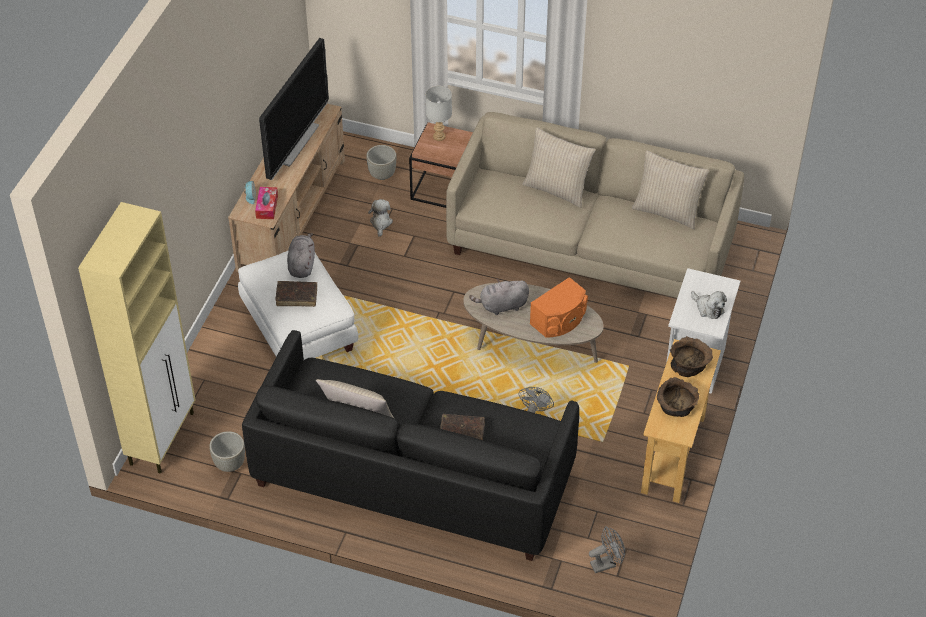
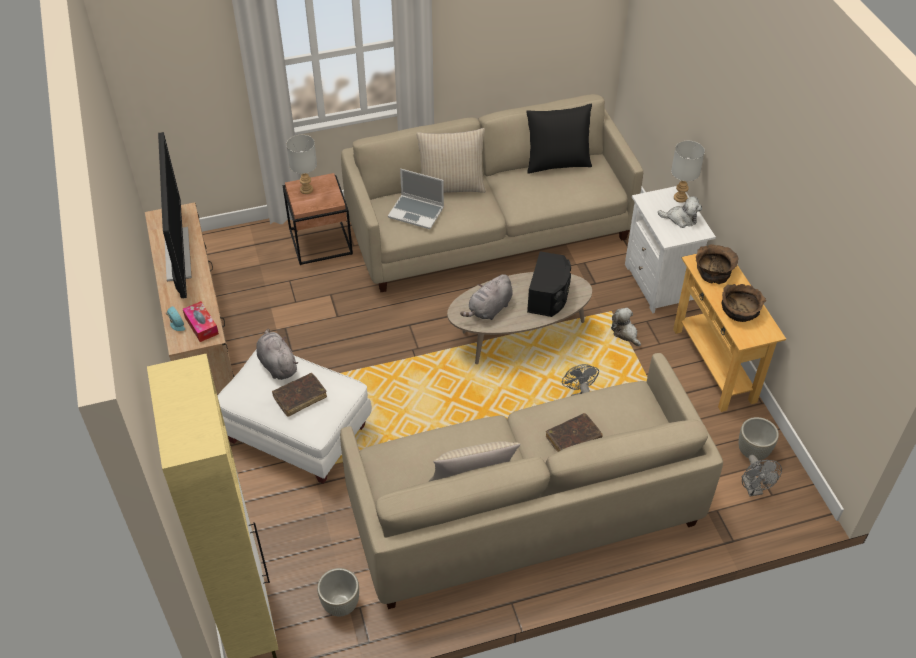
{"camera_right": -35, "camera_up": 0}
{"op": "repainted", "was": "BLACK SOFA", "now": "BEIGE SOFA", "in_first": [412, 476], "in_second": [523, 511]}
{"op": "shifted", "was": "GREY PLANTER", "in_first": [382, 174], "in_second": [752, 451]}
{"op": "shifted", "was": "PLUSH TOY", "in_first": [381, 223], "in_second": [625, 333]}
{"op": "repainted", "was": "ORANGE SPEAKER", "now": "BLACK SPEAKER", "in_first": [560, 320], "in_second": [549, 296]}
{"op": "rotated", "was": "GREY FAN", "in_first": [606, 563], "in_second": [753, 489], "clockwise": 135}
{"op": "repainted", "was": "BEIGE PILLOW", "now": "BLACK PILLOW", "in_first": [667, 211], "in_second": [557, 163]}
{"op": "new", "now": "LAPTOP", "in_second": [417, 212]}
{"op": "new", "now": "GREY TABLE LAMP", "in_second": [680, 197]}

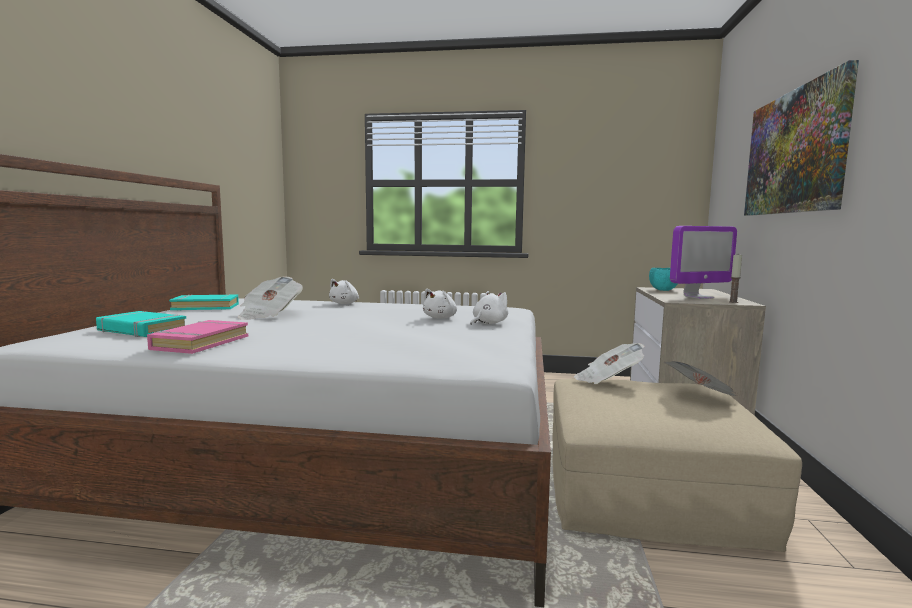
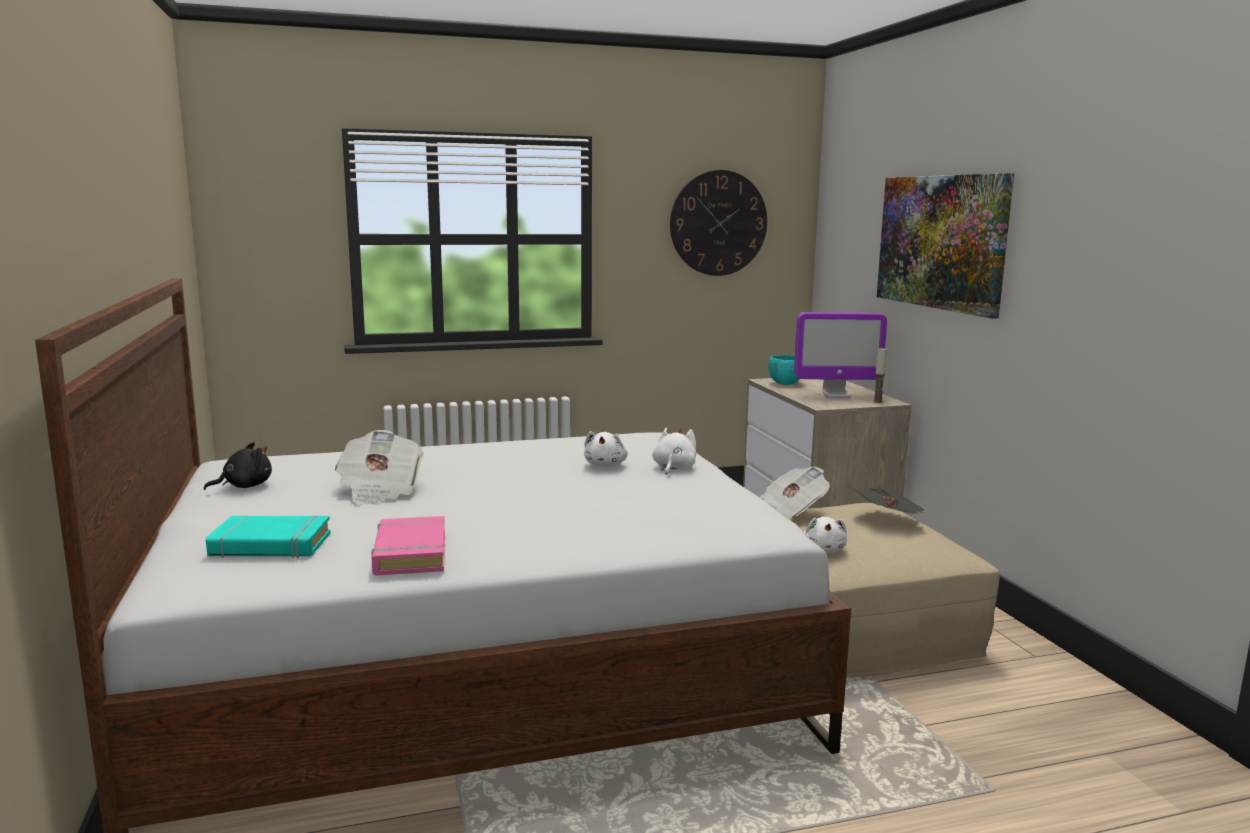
{"camera_right": -25, "camera_up": 5}
{"op": "swapped", "was": "TURQUOISE BOOK", "now": "BLACK PLUSH TOY", "in_first": [206, 307], "in_second": [244, 486]}
{"op": "shifted", "was": "WHITE PLUSH TOY", "in_first": [345, 303], "in_second": [823, 550]}
{"op": "rotated", "was": "MONITOR", "in_first": [698, 297], "in_second": [836, 395], "clockwise": 45}
{"op": "new", "now": "WALL CLOCK", "in_second": [718, 223]}

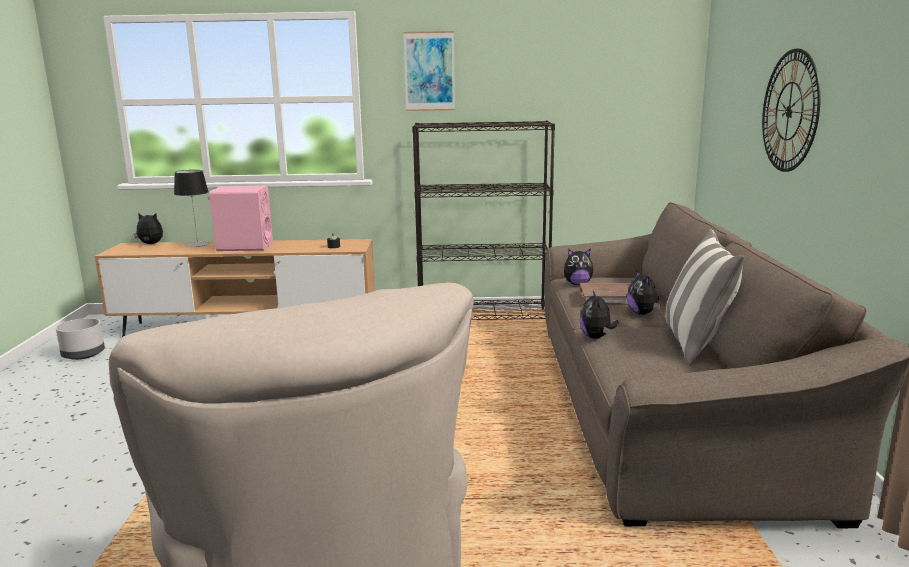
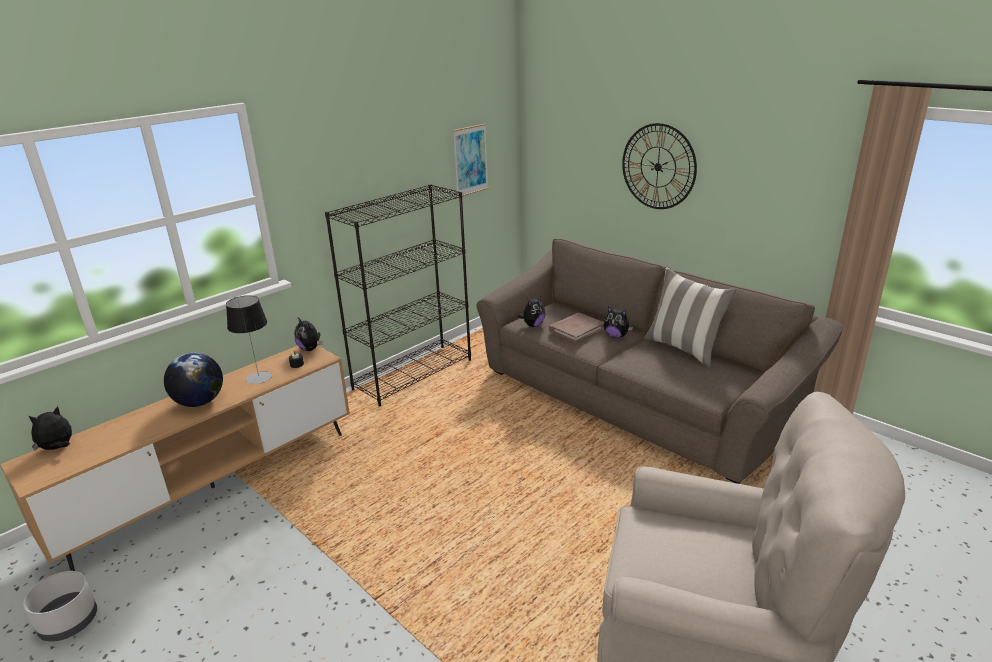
{"camera_right": -45, "camera_up": 10}
{"op": "shifted", "was": "TABLE LAMP", "in_first": [197, 244], "in_second": [259, 378]}
{"op": "swapped", "was": "PINK SPEAKER", "now": "GLOBE", "in_first": [244, 247], "in_second": [199, 402]}
{"op": "shifted", "was": "PICTURE", "in_first": [429, 71], "in_second": [470, 160]}
{"op": "shifted", "was": "PLUSH TOY", "in_first": [596, 337], "in_second": [310, 349]}

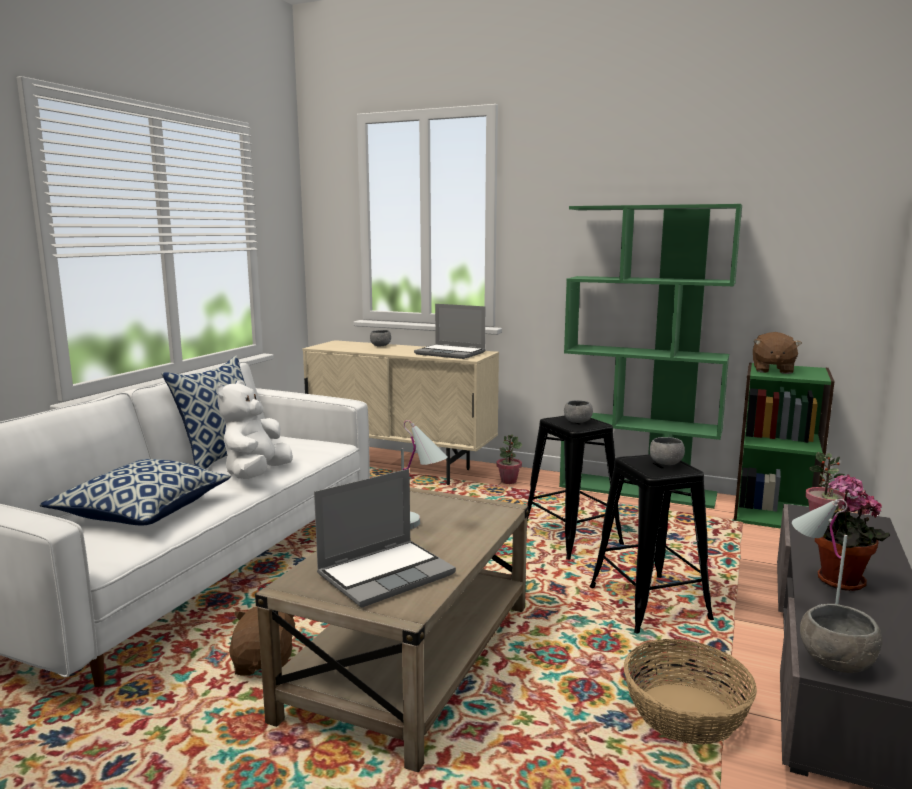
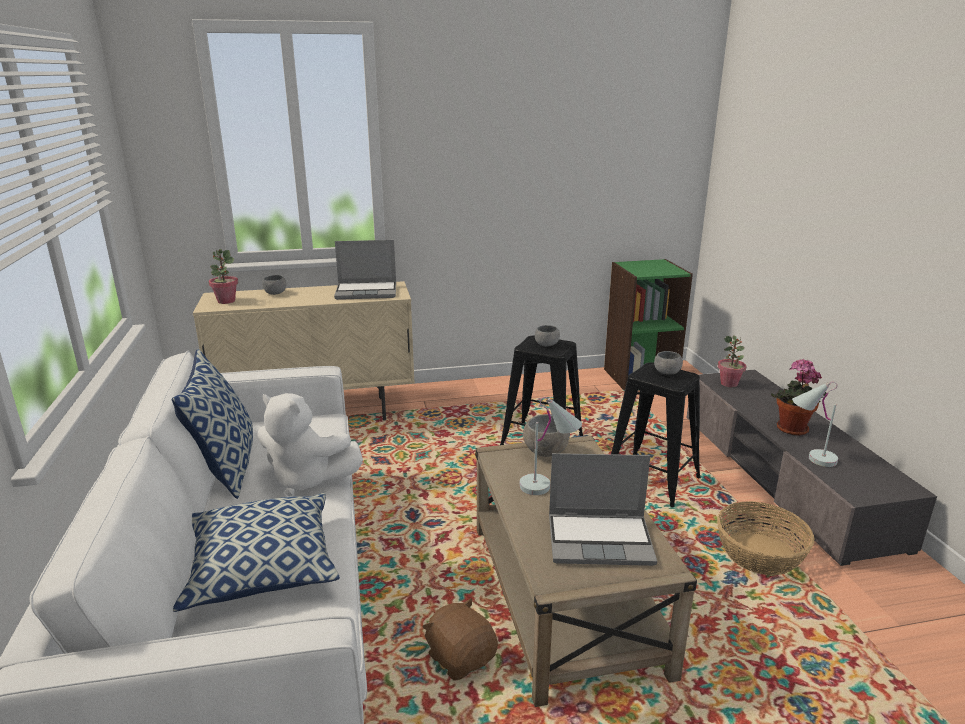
{"camera_right": -35, "camera_up": 10}
{"op": "rotated", "was": "WHITE PLUSH TOY", "in_first": [256, 475], "in_second": [306, 479], "clockwise": -45}
{"op": "rotated", "was": "LAPTOP", "in_first": [386, 574], "in_second": [601, 540], "clockwise": 75}
{"op": "shifted", "was": "POTTED PLANT", "in_first": [508, 481], "in_second": [226, 301]}
{"op": "gone", "was": "GREEN BOOKCASE", "in_first": [638, 490]}
{"op": "gone", "was": "BROWN PLUSH TOY", "in_first": [772, 370]}
{"op": "shifted", "was": "GREY BOWL", "in_first": [838, 665], "in_second": [546, 452]}

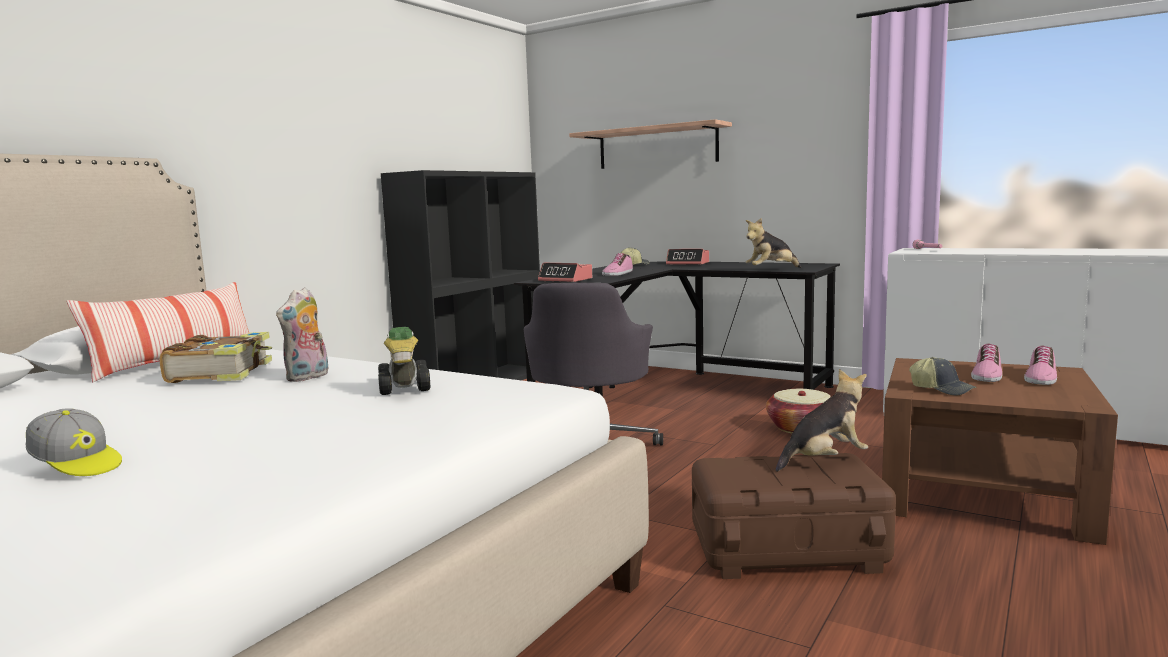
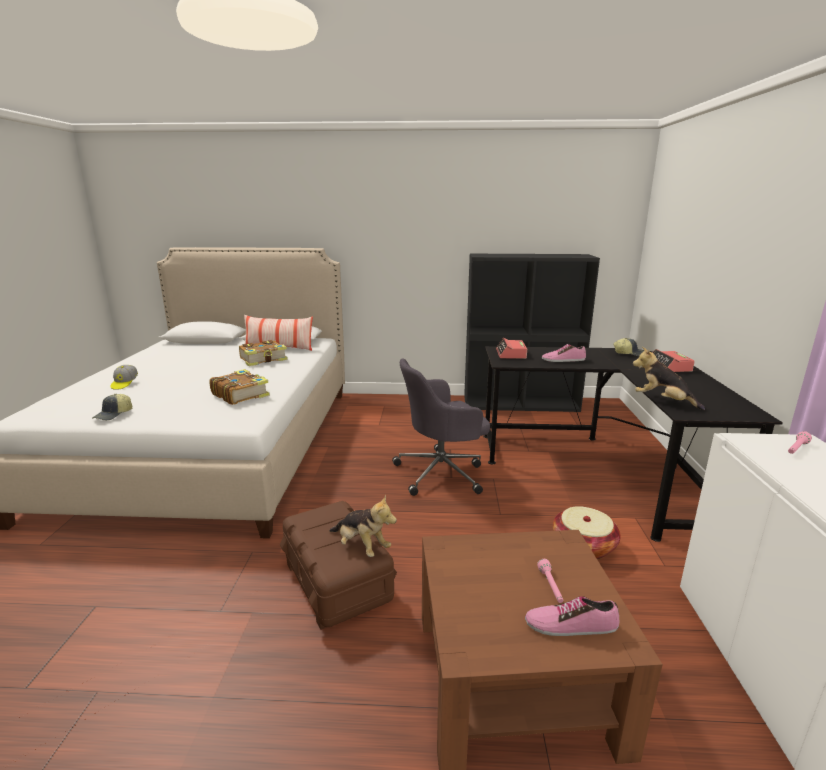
{"camera_right": 60, "camera_up": 10}
{"op": "gone", "was": "PLUSH TOY", "in_first": [308, 377]}
{"op": "swapped", "was": "TOY CAR", "now": "BOOK", "in_first": [403, 389], "in_second": [240, 394]}
{"op": "gone", "was": "SHELF", "in_first": [657, 147]}
{"op": "shifted", "was": "CAP", "in_first": [942, 389], "in_second": [114, 415]}
{"op": "swapped", "was": "SHOE", "now": "PINK FLASHLIGHT", "in_first": [985, 374], "in_second": [550, 586]}

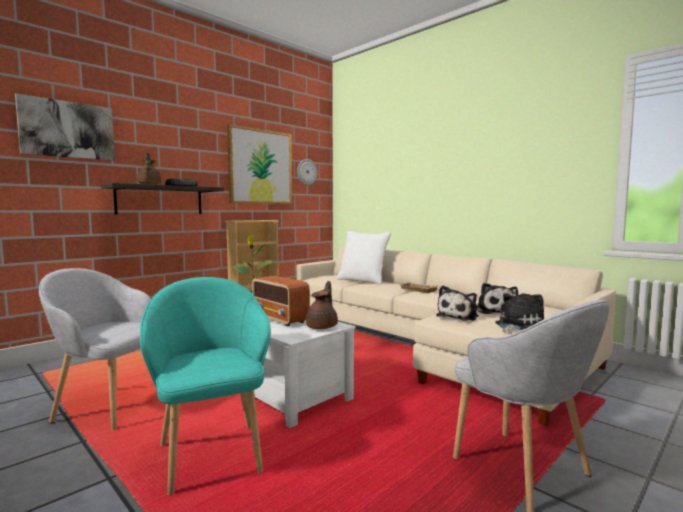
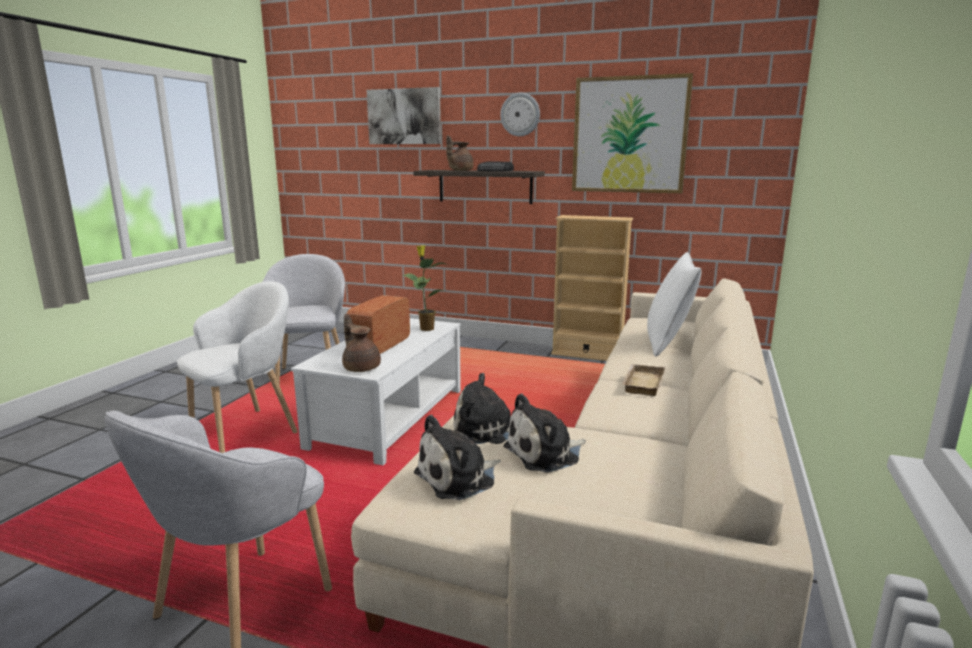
{"camera_right": 65, "camera_up": 10}
{"op": "repainted", "was": "TURQUOISE ARMCHAIR", "now": "WHITE ARMCHAIR", "in_first": [211, 455], "in_second": [247, 432]}
{"op": "shifted", "was": "WALL CLOCK", "in_first": [306, 172], "in_second": [520, 114]}
{"op": "rotated", "was": "BROWN TEAPOT", "in_first": [323, 327], "in_second": [361, 367], "clockwise": -120}
{"op": "rotated", "was": "PLUSH TOY", "in_first": [517, 325], "in_second": [459, 478], "clockwise": 120}

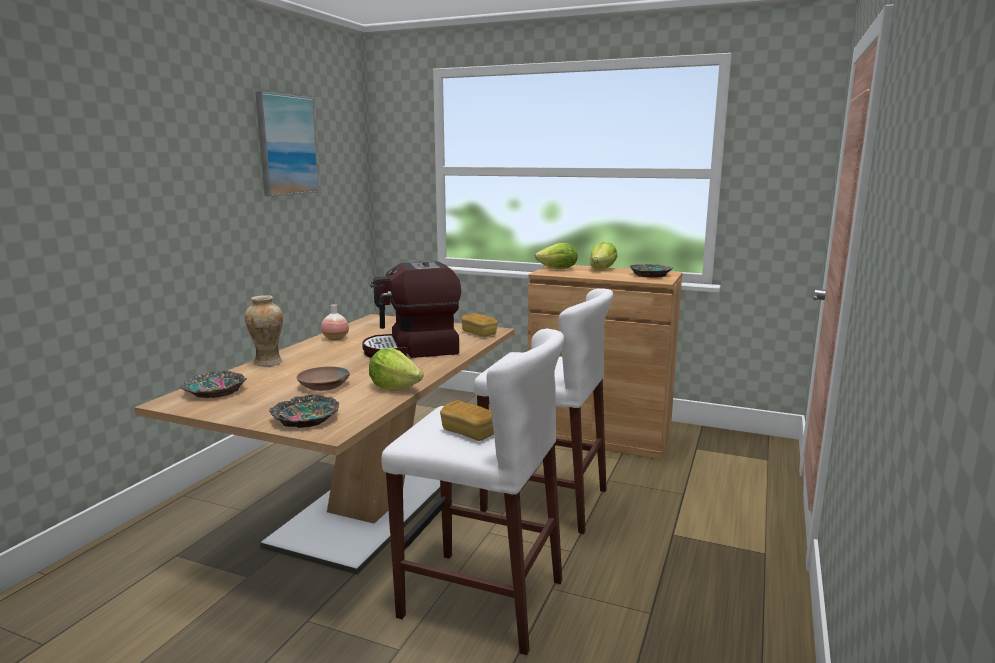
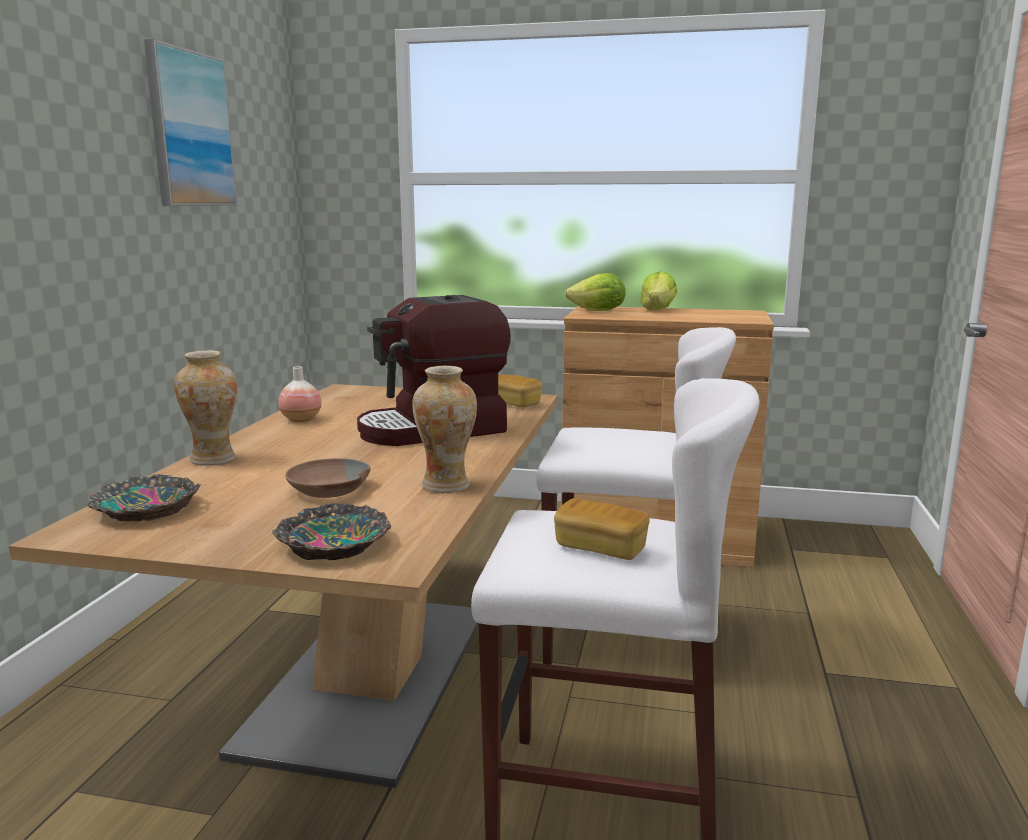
{"camera_right": -10, "camera_up": 0}
{"op": "swapped", "was": "LETTUCE", "now": "VASE", "in_first": [394, 387], "in_second": [446, 485]}
{"op": "gone", "was": "BOWL", "in_first": [651, 274]}

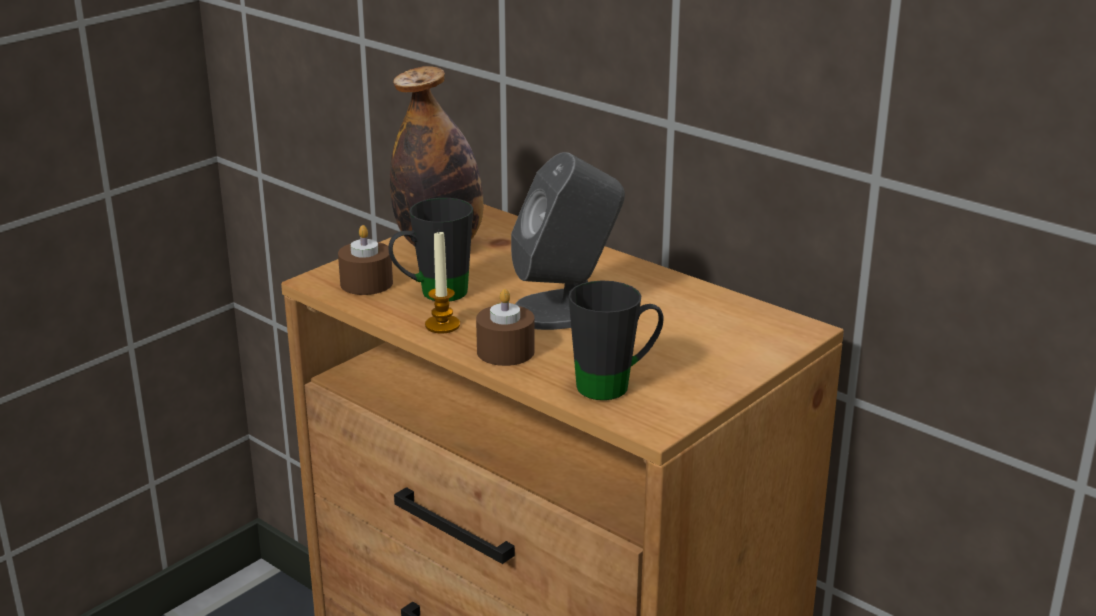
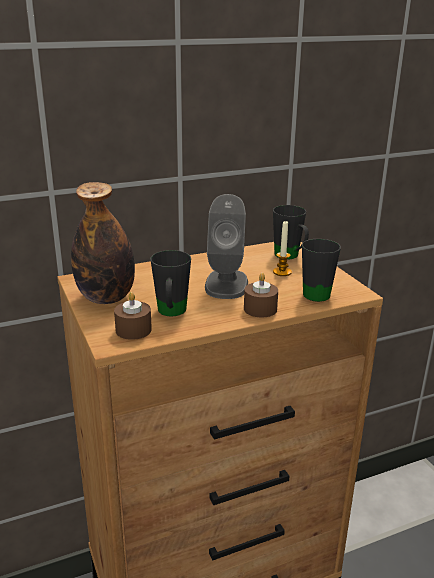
{"camera_right": -65, "camera_up": 0}
{"op": "shifted", "was": "CANDLE", "in_first": [442, 325], "in_second": [282, 272]}
{"op": "new", "now": "BLACK MUG", "in_second": [290, 257]}

